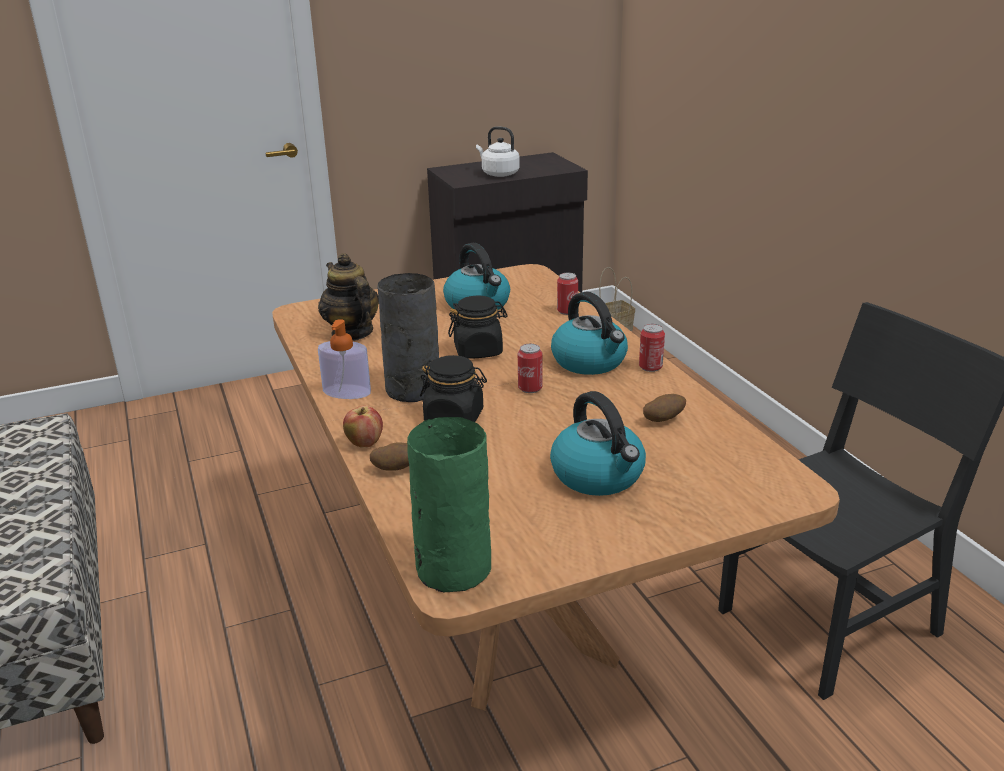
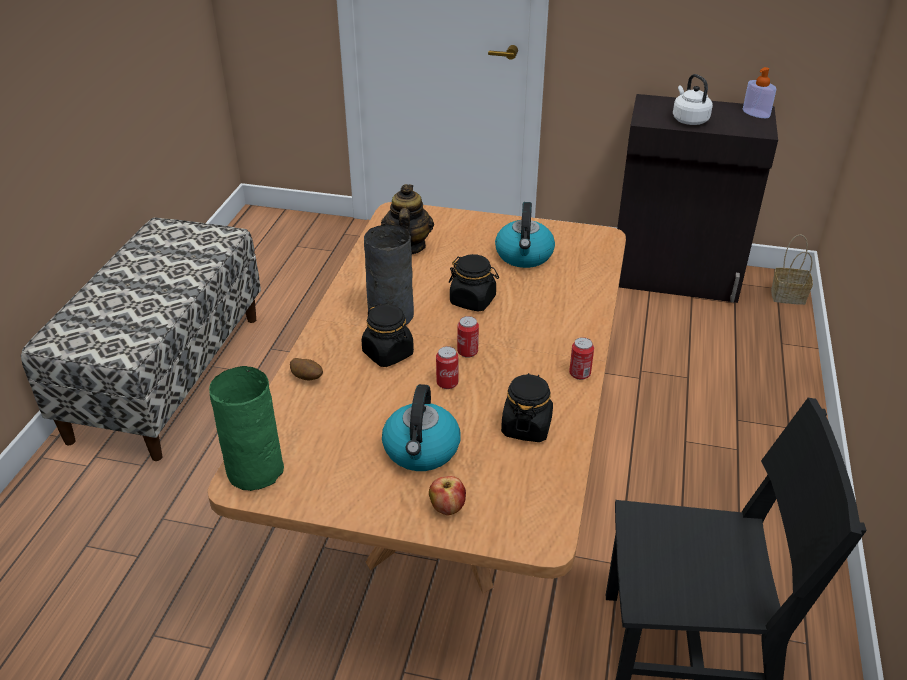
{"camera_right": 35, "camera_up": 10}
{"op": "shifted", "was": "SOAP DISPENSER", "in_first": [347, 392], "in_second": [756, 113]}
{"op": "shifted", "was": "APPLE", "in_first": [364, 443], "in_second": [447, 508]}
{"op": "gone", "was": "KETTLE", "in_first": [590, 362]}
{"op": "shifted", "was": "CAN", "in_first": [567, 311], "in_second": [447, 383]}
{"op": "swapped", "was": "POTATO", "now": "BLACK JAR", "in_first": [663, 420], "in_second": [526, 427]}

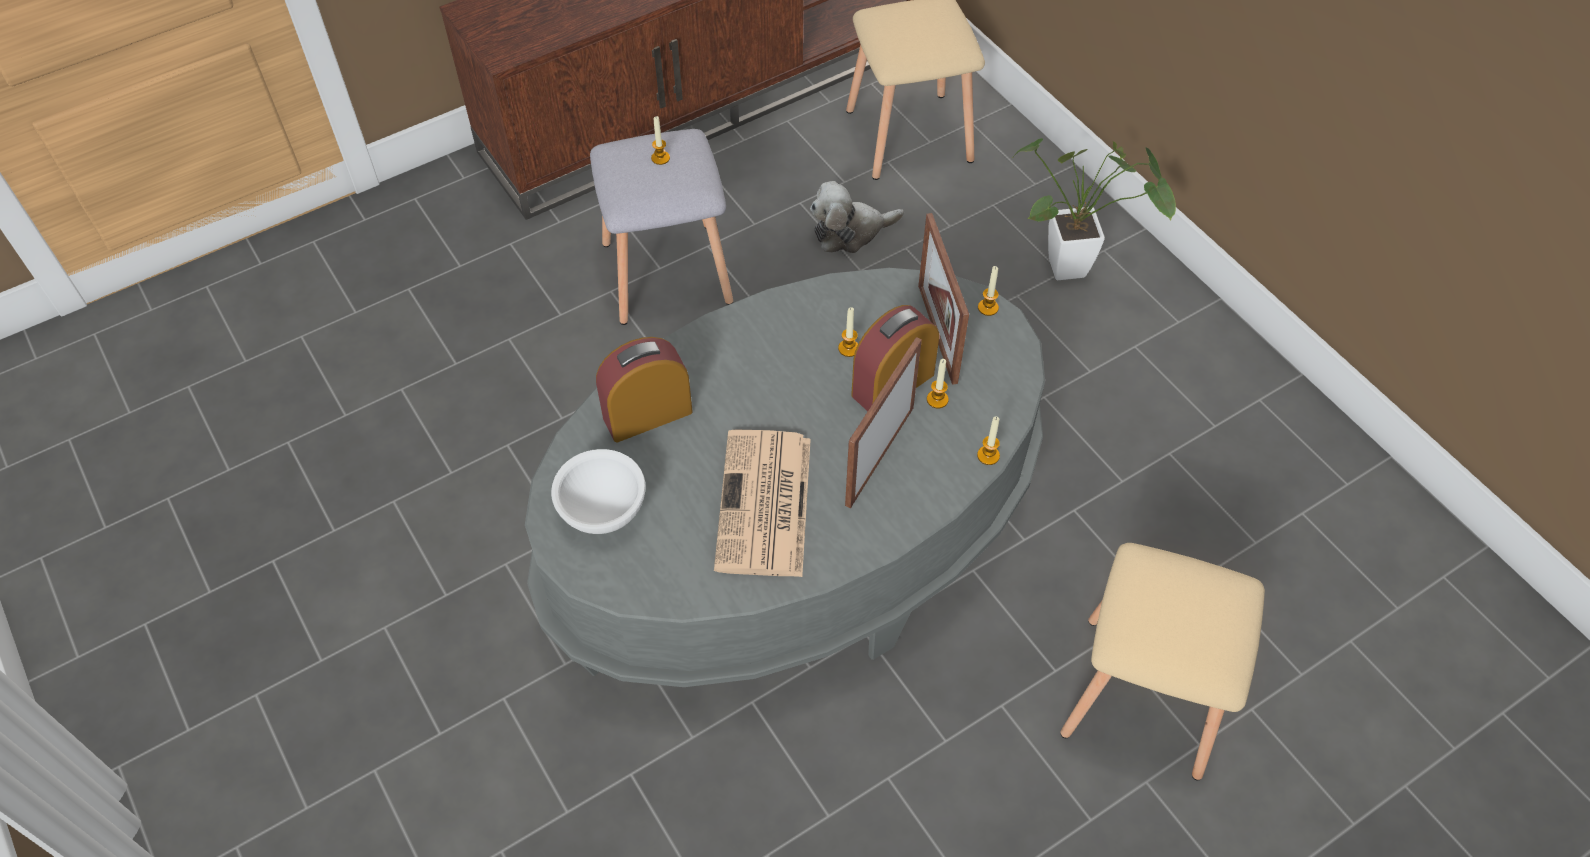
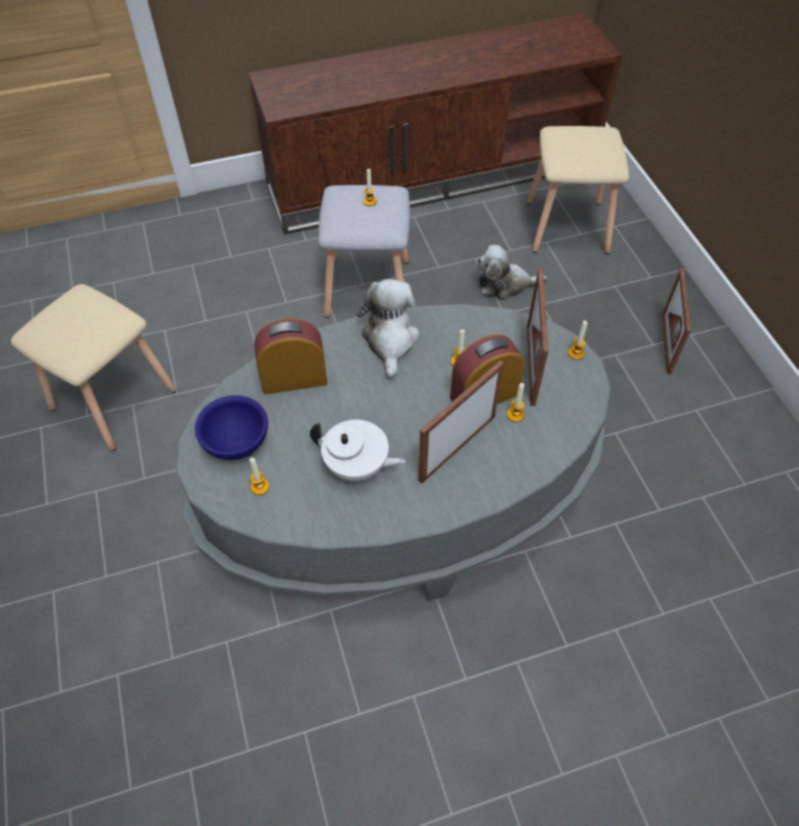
{"camera_right": 15, "camera_up": 0}
{"op": "repainted", "was": "WHITE BOWL", "now": "BLUE BOWL", "in_first": [602, 512], "in_second": [235, 443]}
{"op": "swapped", "was": "NEWSPAPER", "now": "WHITE TEAPOT", "in_first": [765, 506], "in_second": [357, 466]}
{"op": "shifted", "was": "CANDLE", "in_first": [988, 455], "in_second": [260, 487]}
{"op": "swapped", "was": "POTTED PLANT", "now": "PICTURE FRAME", "in_first": [1076, 268], "in_second": [666, 343]}
{"op": "shifted", "was": "BEIGE STOOL", "in_first": [1144, 699], "in_second": [113, 401]}
{"op": "new", "now": "PLUSH TOY", "in_second": [390, 340]}

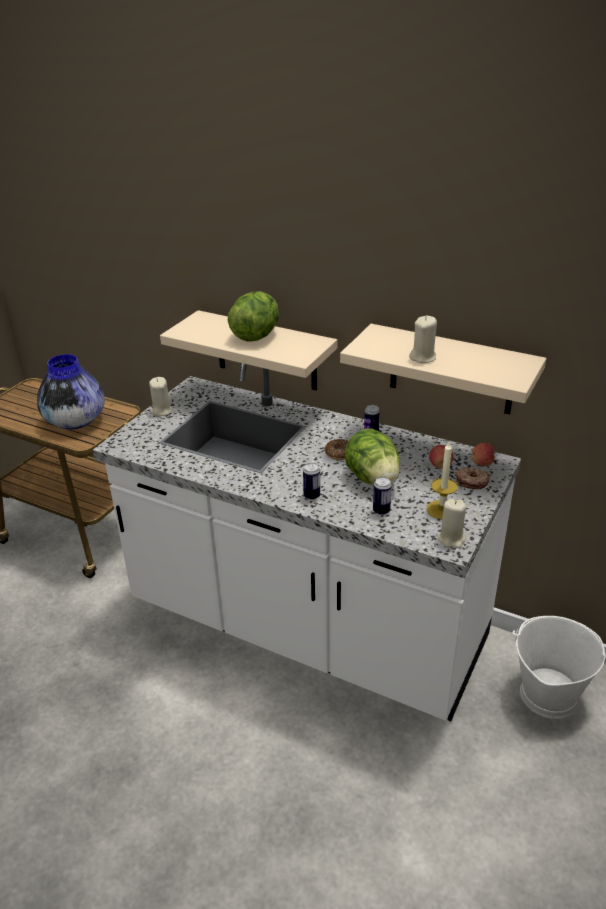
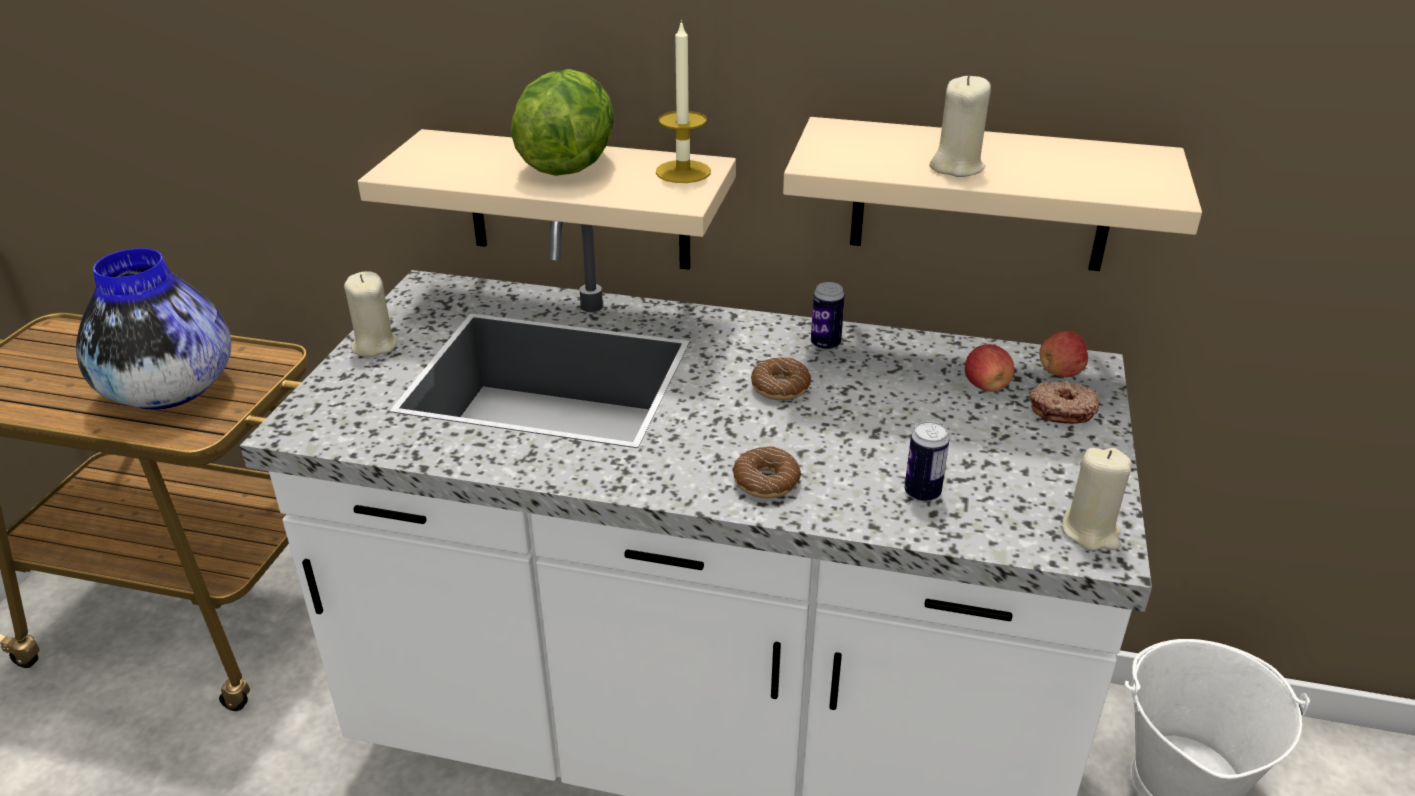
{"camera_right": -15, "camera_up": 0}
{"op": "swapped", "was": "CAN", "now": "DONUT", "in_first": [311, 496], "in_second": [766, 482]}
{"op": "gone", "was": "LETTUCE", "in_first": [373, 479]}
{"op": "shifted", "was": "CANDLE", "in_first": [441, 509], "in_second": [683, 172]}

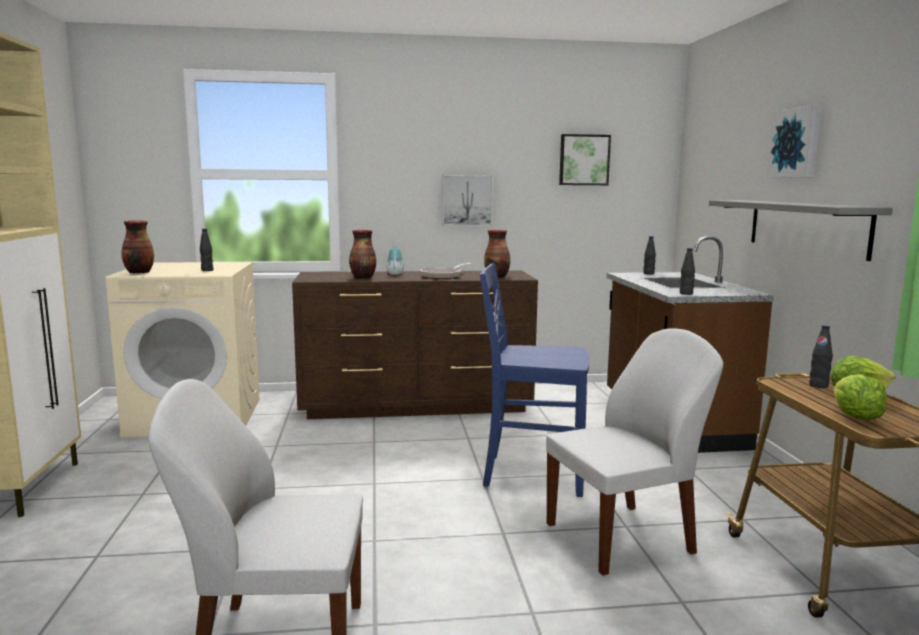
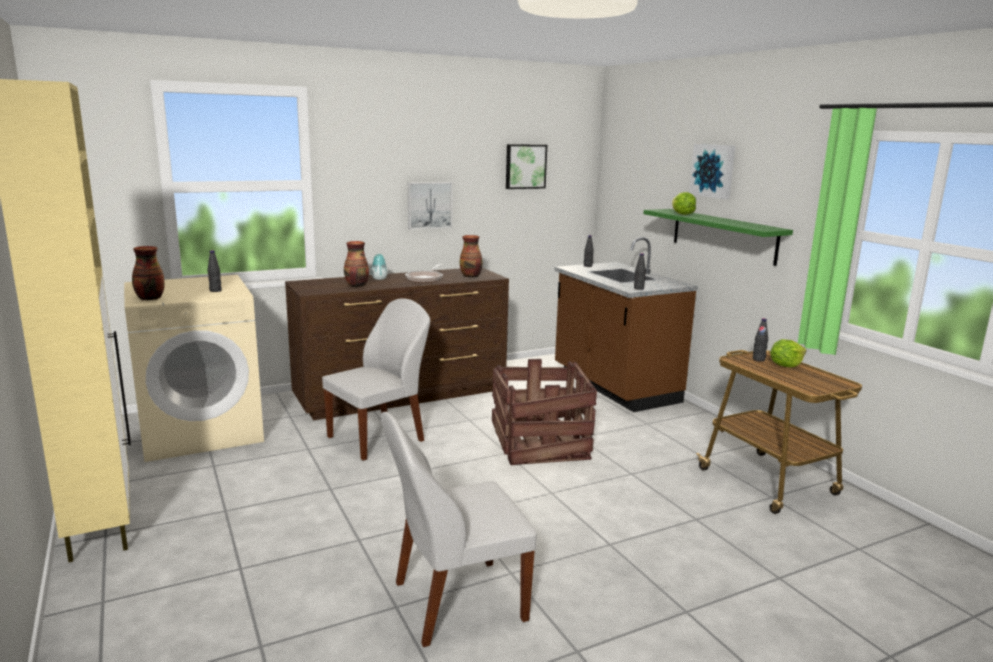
{"camera_right": -20, "camera_up": 5}
{"op": "swapped", "was": "BLUE CHAIR", "now": "CRATE", "in_first": [531, 474], "in_second": [540, 444]}
{"op": "shifted", "was": "WHITE CHAIR", "in_first": [622, 538], "in_second": [378, 438]}
{"op": "repainted", "was": "GREY SHELF", "now": "GREEN SHELF", "in_first": [806, 227], "in_second": [723, 235]}
{"op": "shifted", "was": "LETTUCE", "in_first": [854, 417], "in_second": [682, 214]}

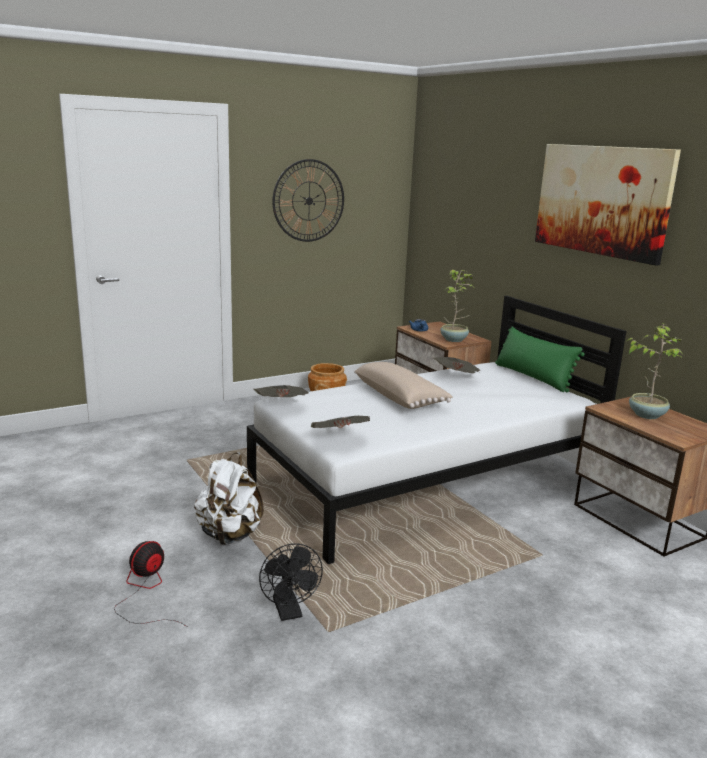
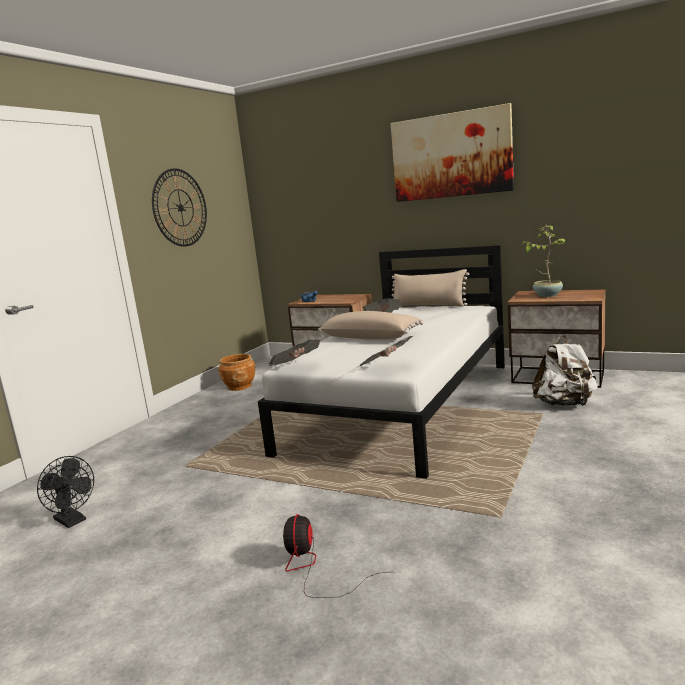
{"camera_right": -30, "camera_up": -5}
{"op": "shifted", "was": "WHITE BACKPACK", "in_first": [229, 535], "in_second": [565, 404]}
{"op": "shifted", "was": "BLACK FAN", "in_first": [289, 612], "in_second": [73, 521]}
{"op": "gone", "was": "POTTED PLANT", "in_first": [454, 340]}
{"op": "repainted", "was": "GREEN PILLOW", "now": "BEIGE PILLOW", "in_first": [533, 377], "in_second": [428, 306]}

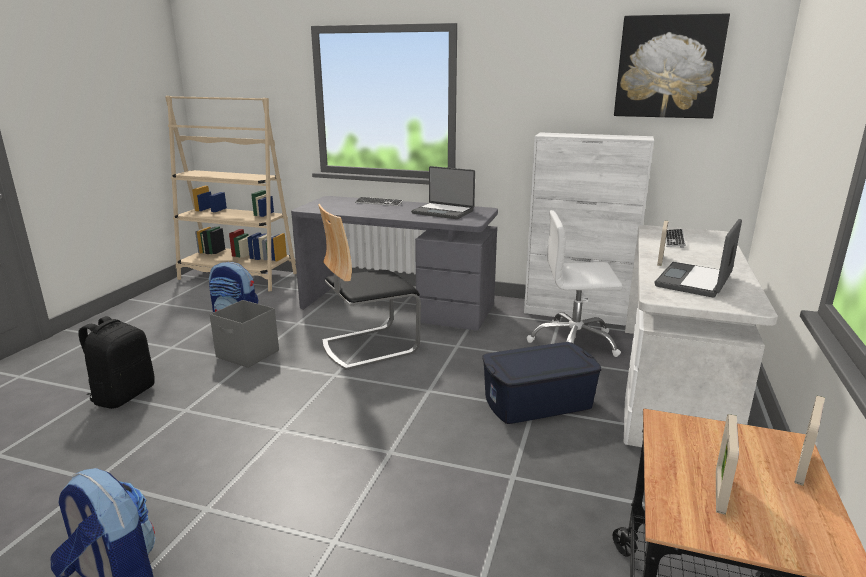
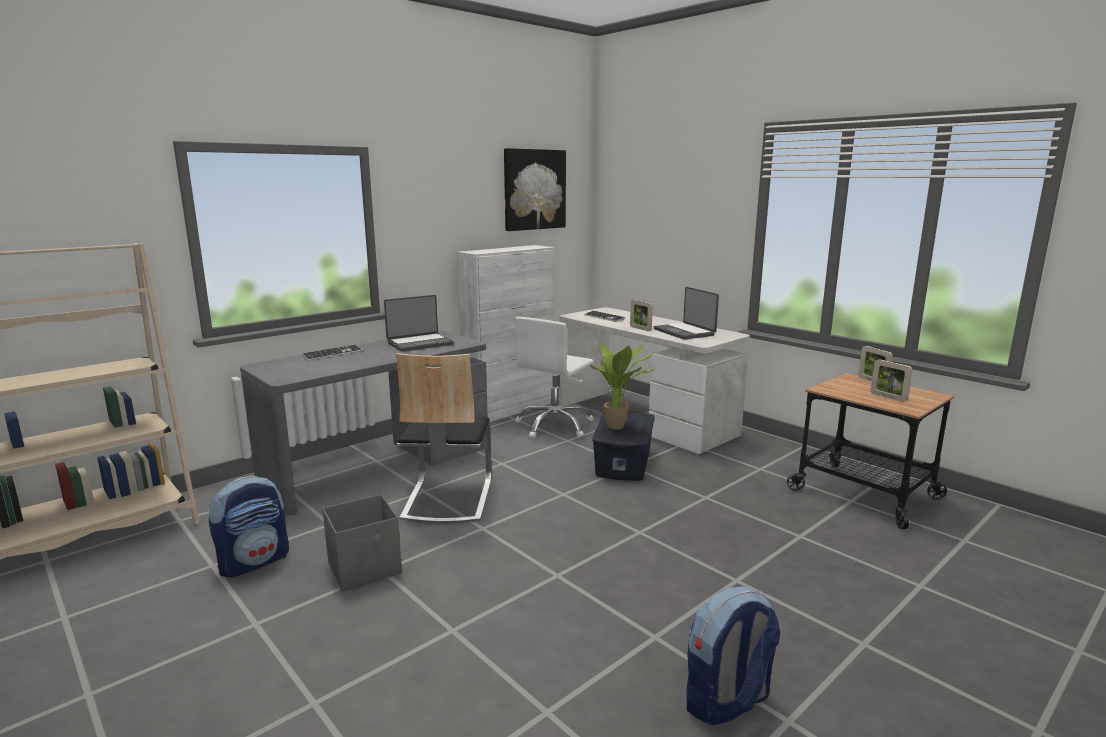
{"camera_right": -60, "camera_up": -5}
{"op": "gone", "was": "BLACK BACKPACK", "in_first": [123, 395]}
{"op": "new", "now": "POTTED PLANT", "in_second": [619, 427]}

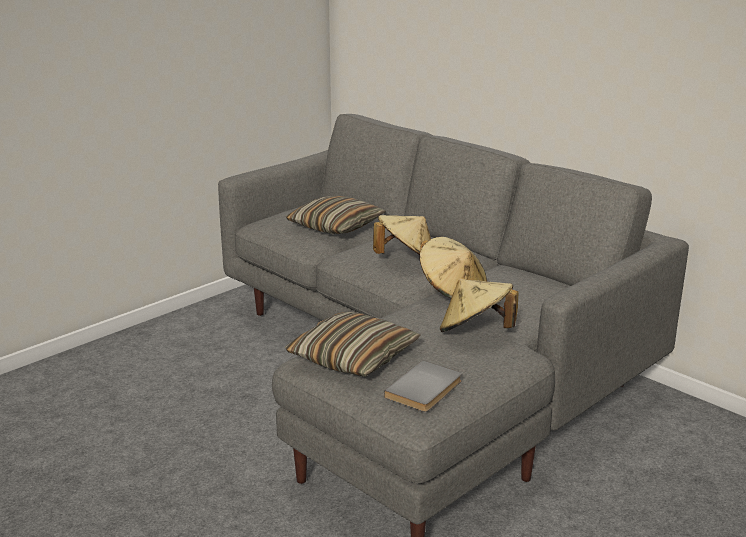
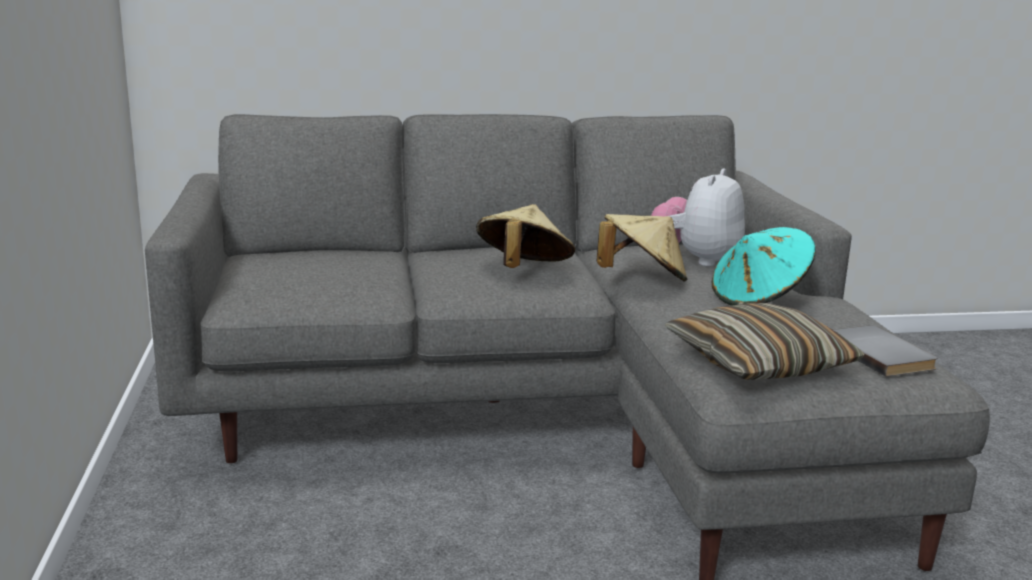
{"camera_right": -55, "camera_up": -5}
{"op": "gone", "was": "PILLOW", "in_first": [335, 226]}
{"op": "repainted", "was": "BEIGE HAT", "now": "TURQUOISE HAT", "in_first": [475, 331], "in_second": [759, 298]}
{"op": "new", "now": "PLUSH TOY", "in_second": [696, 259]}

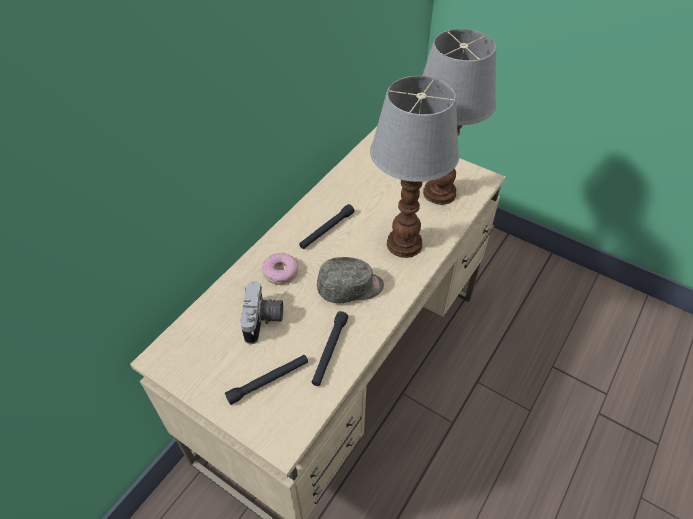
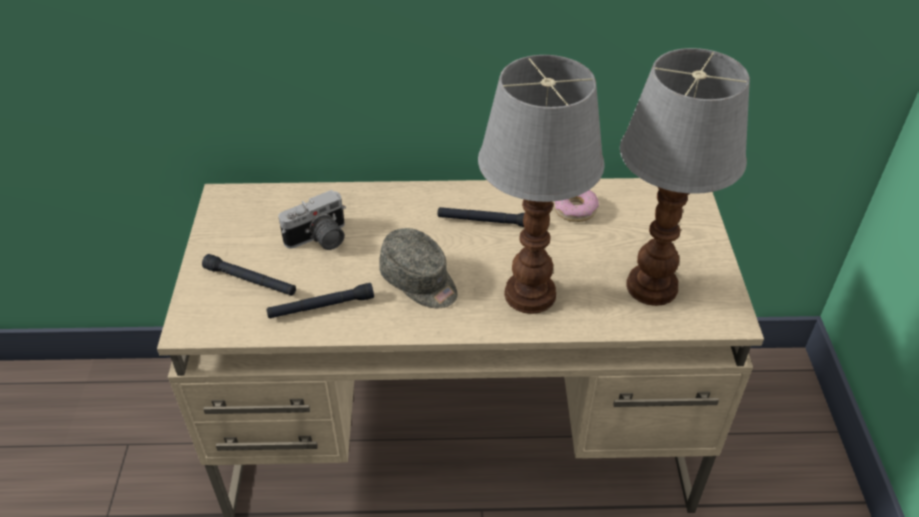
{"camera_right": 55, "camera_up": -5}
{"op": "shifted", "was": "DONUT", "in_first": [280, 272], "in_second": [574, 209]}

